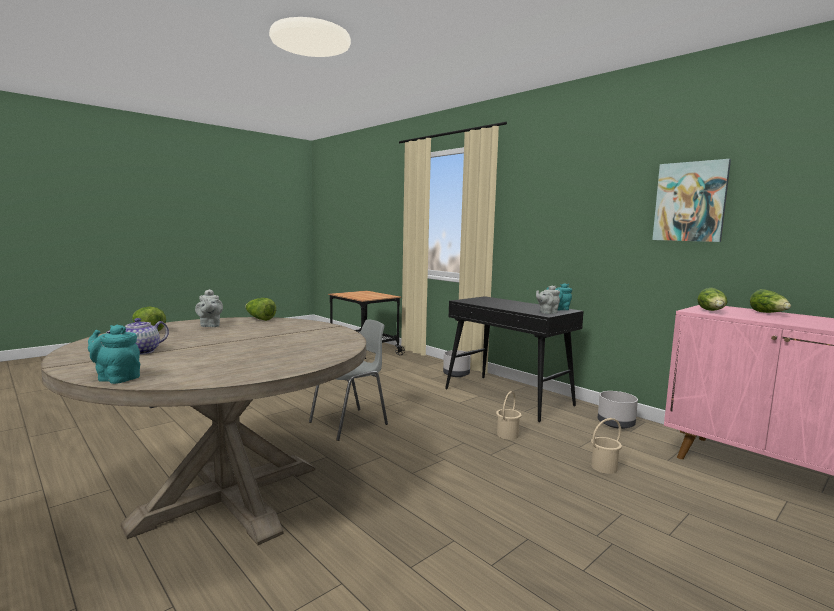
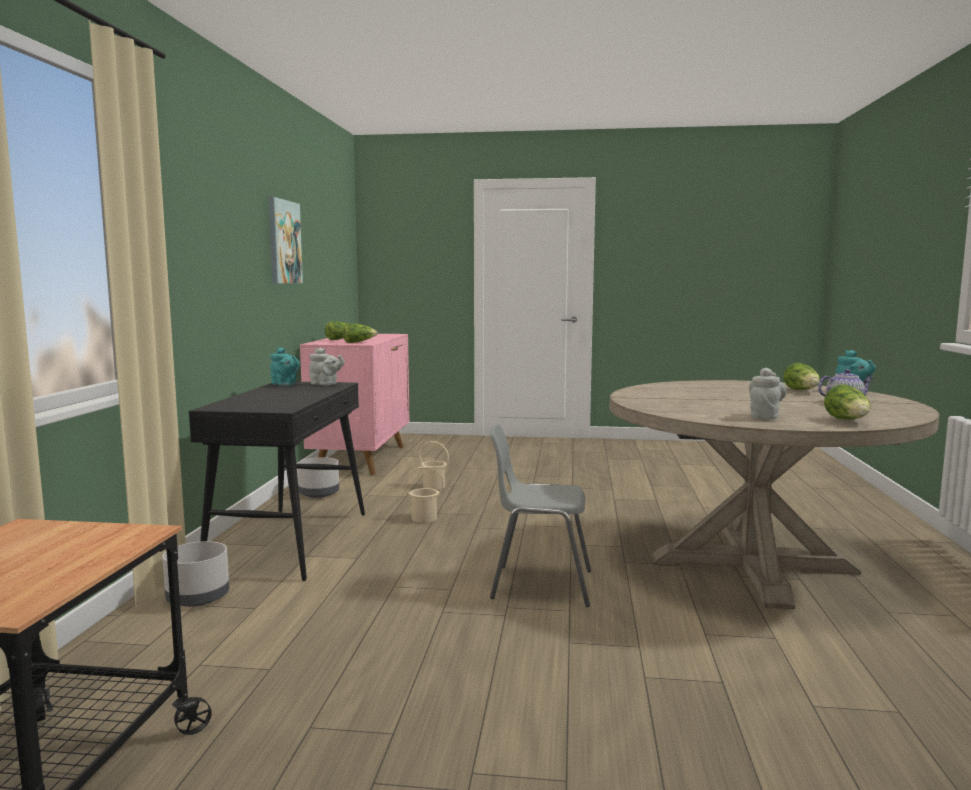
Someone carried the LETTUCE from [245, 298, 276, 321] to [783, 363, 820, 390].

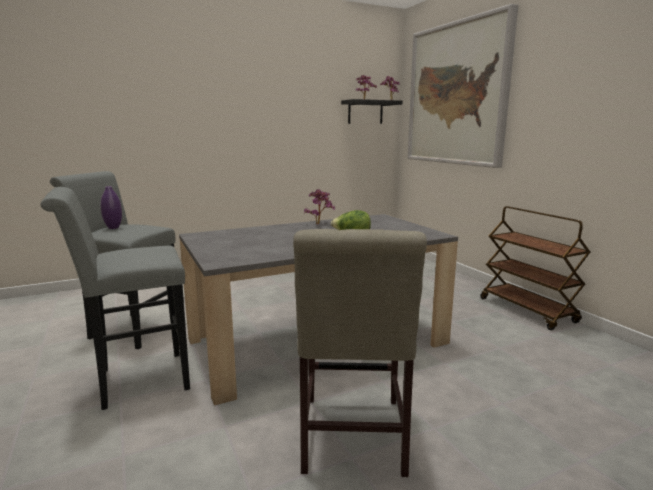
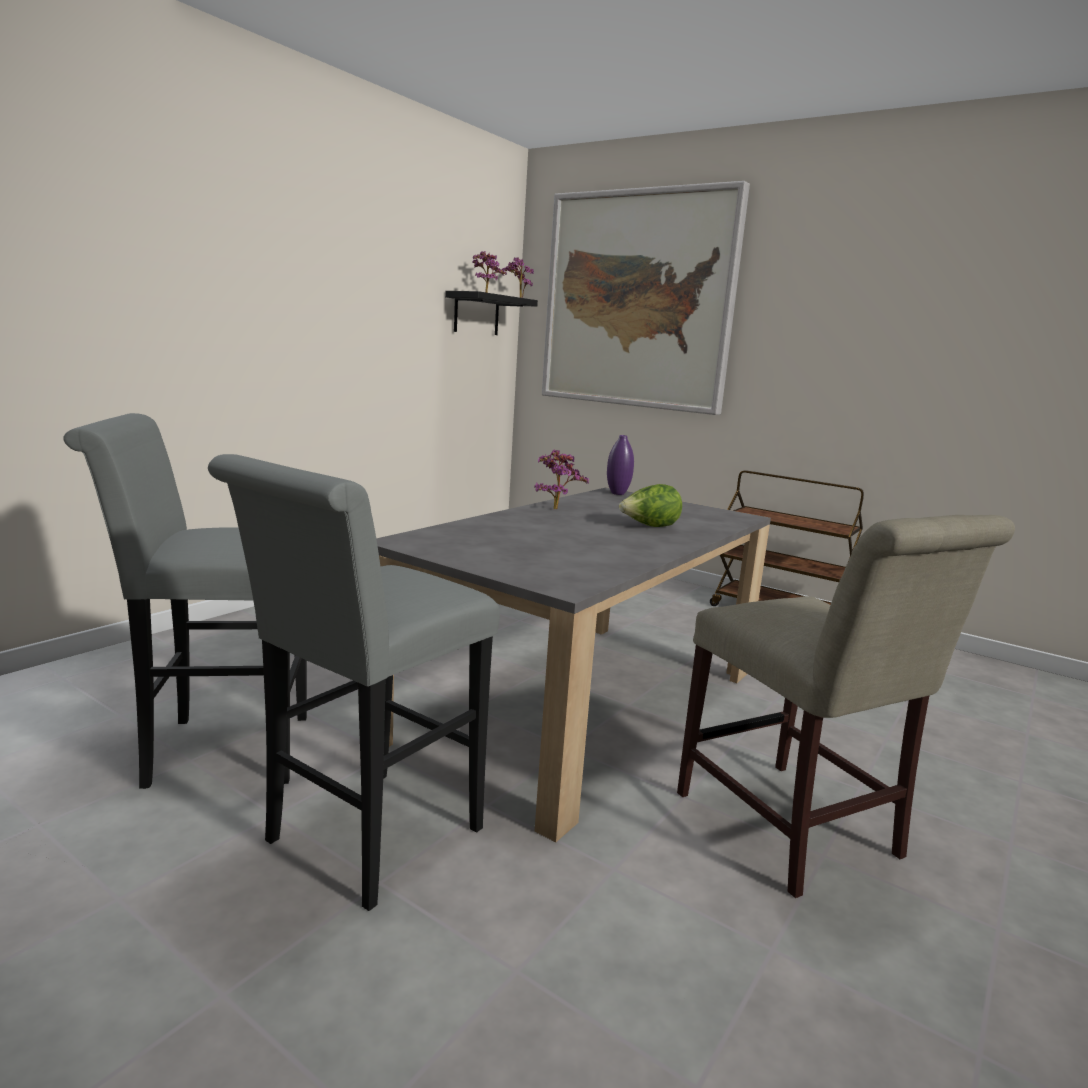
Someone carried the PURPLE VASE from [100, 186, 122, 229] to [607, 435, 634, 495].

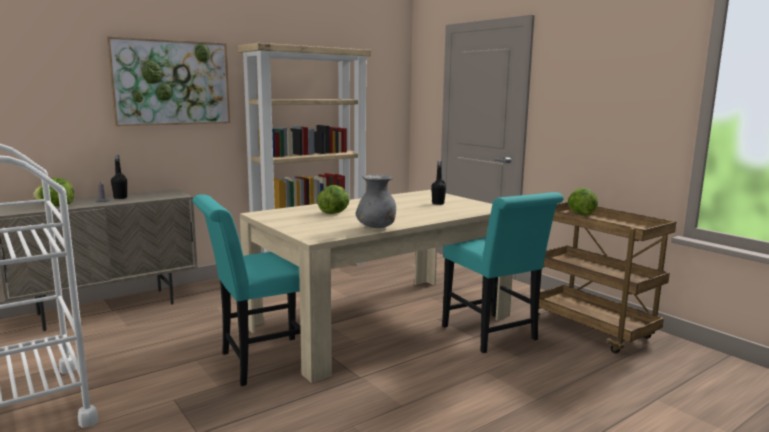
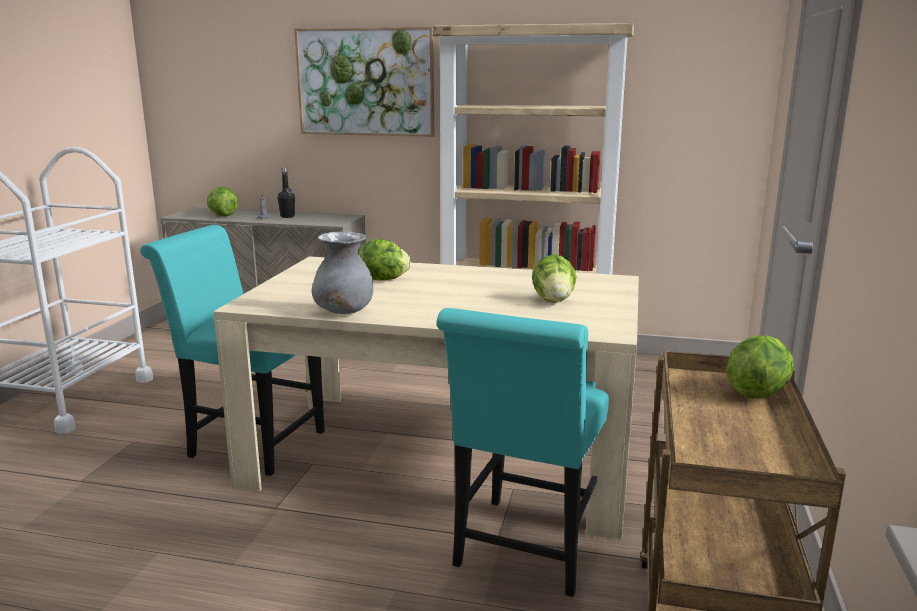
Someone swapped the BLACK BOTTLE at [431, 161, 446, 205] for the LETTUCE at [532, 254, 577, 303].

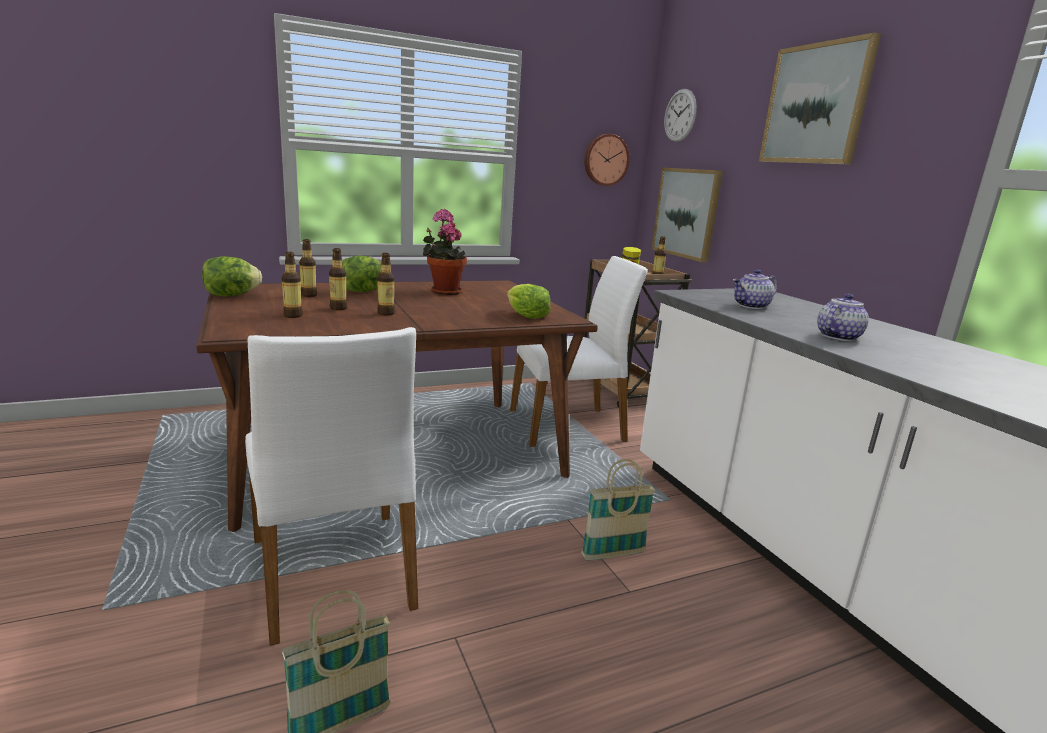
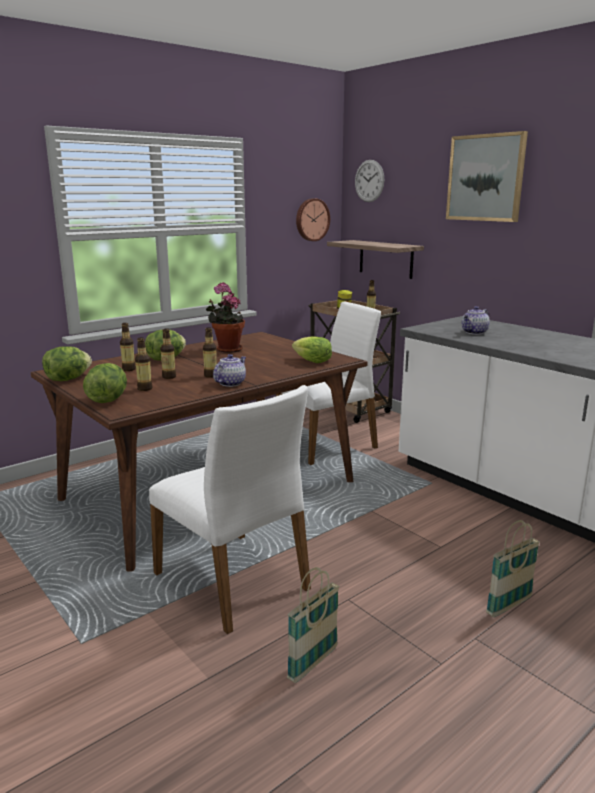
Someone carried the BASKET from [581, 459, 655, 560] to [486, 520, 540, 617].
Someone swapped the PICTURE at [651, 168, 723, 262] for the SHELF at [327, 240, 424, 279].
Someone carried the TEAPOT from [817, 294, 869, 341] to [213, 354, 246, 387].
Someone put down the LETTUCE at [83, 363, 127, 403].

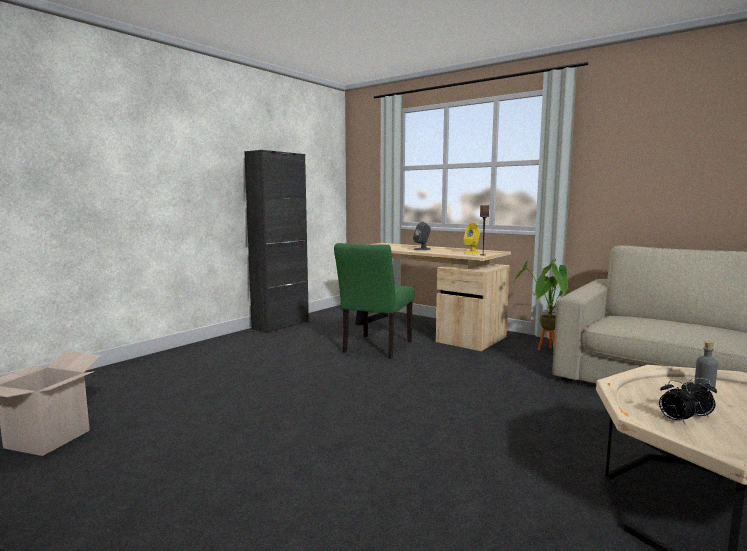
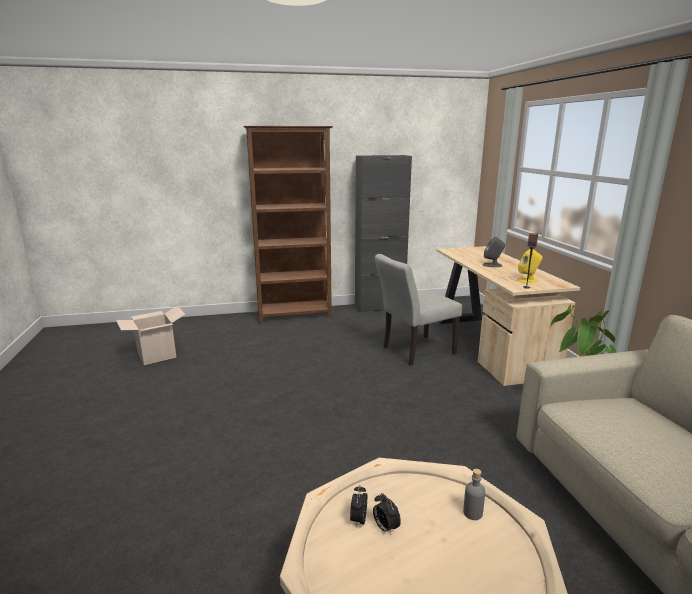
Someone repainted the GREEN CHAIR at [334, 243, 414, 358], which became the GREY CHAIR at [375, 254, 462, 366].
Someone put down the BROWN BOOKCASE at [243, 126, 333, 324].

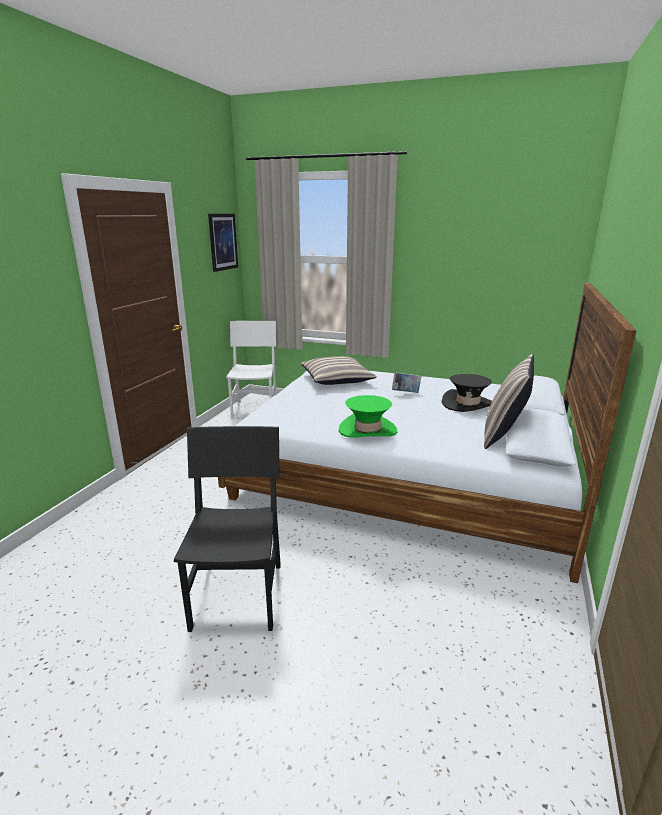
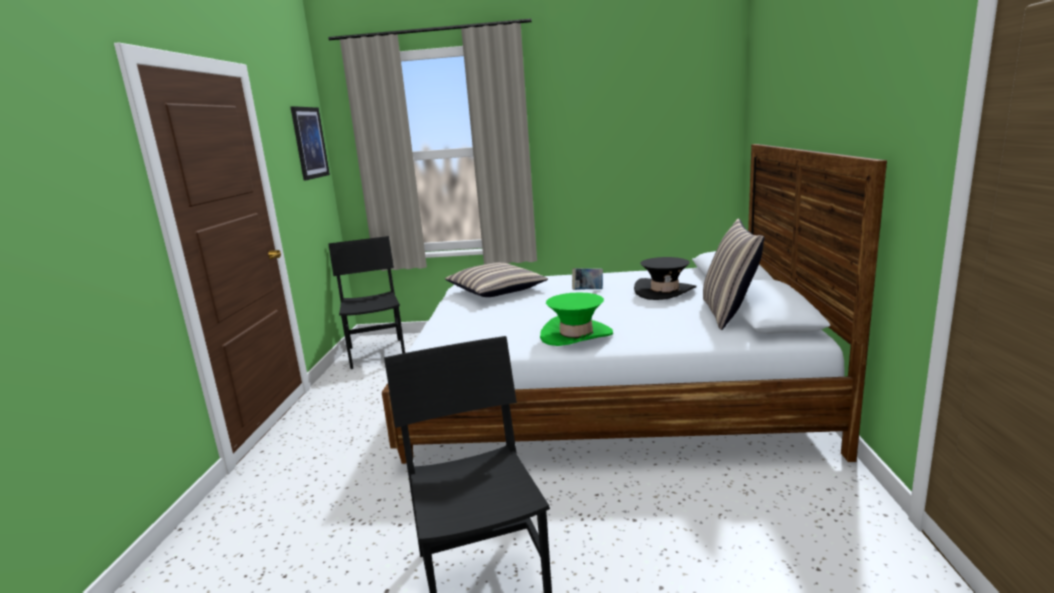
Someone repainted the WHITE CHAIR at [226, 321, 277, 419], which became the BLACK CHAIR at [328, 236, 405, 369].

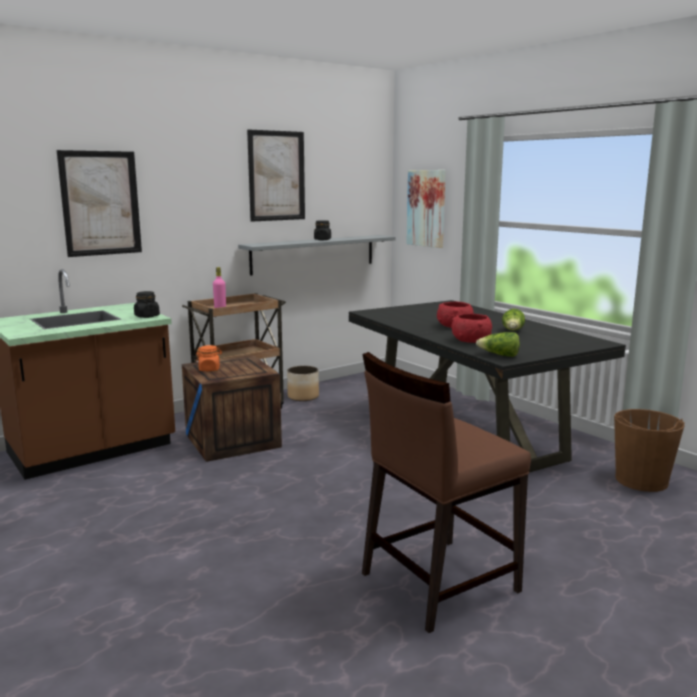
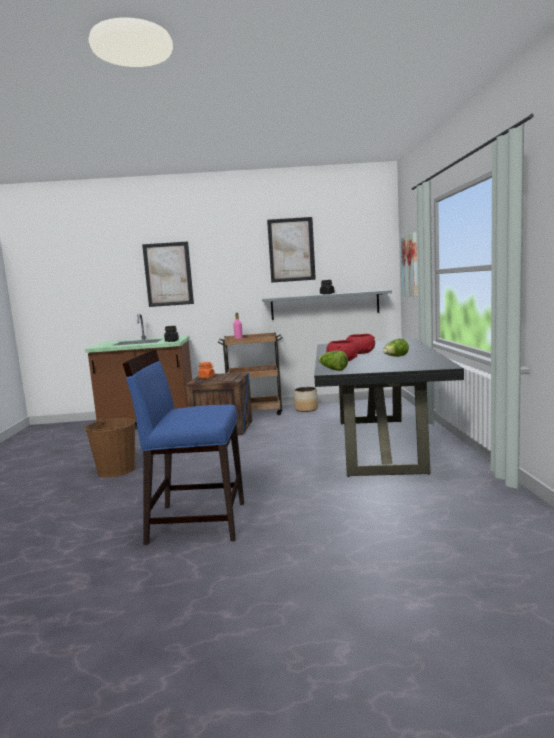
Someone repainted the BROWN CHAIR at [362, 352, 531, 633], which became the BLUE CHAIR at [123, 350, 244, 545].
Someone carried the BROWN BUCKET from [614, 409, 685, 492] to [84, 418, 135, 478].

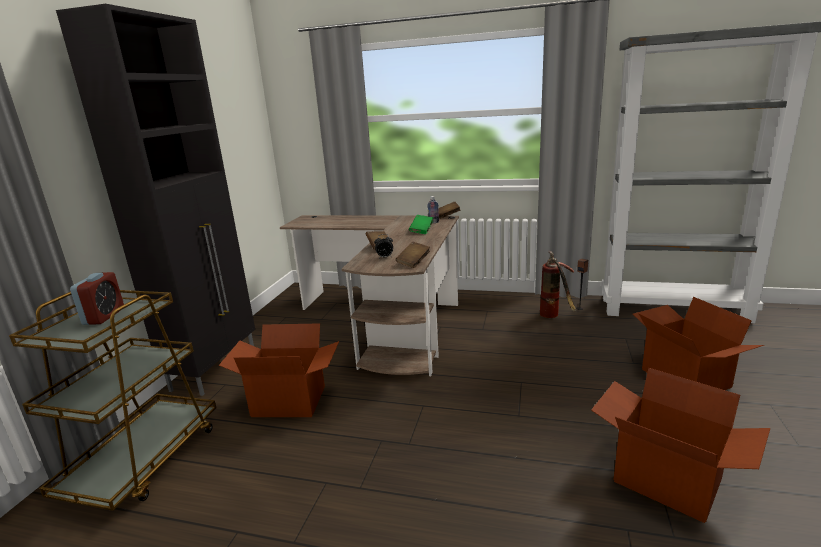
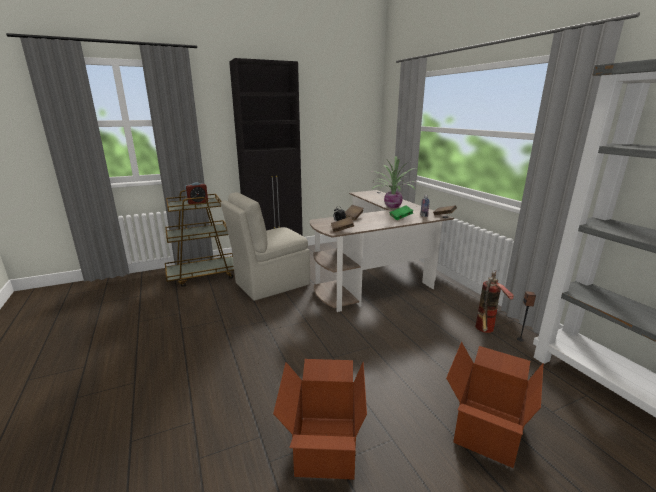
Someone swapped the CARDBOARD BOX at [219, 323, 339, 417] for the BEIGE CHAIR at [221, 192, 310, 301].
Someone put down the POTTED PLANT at [371, 156, 422, 208].

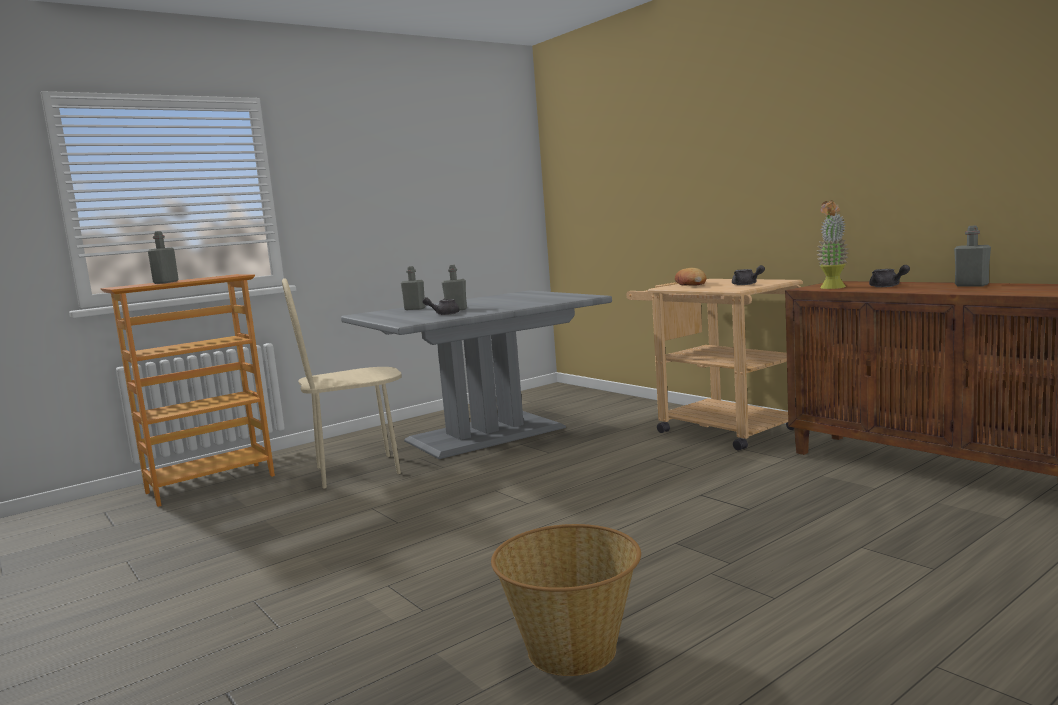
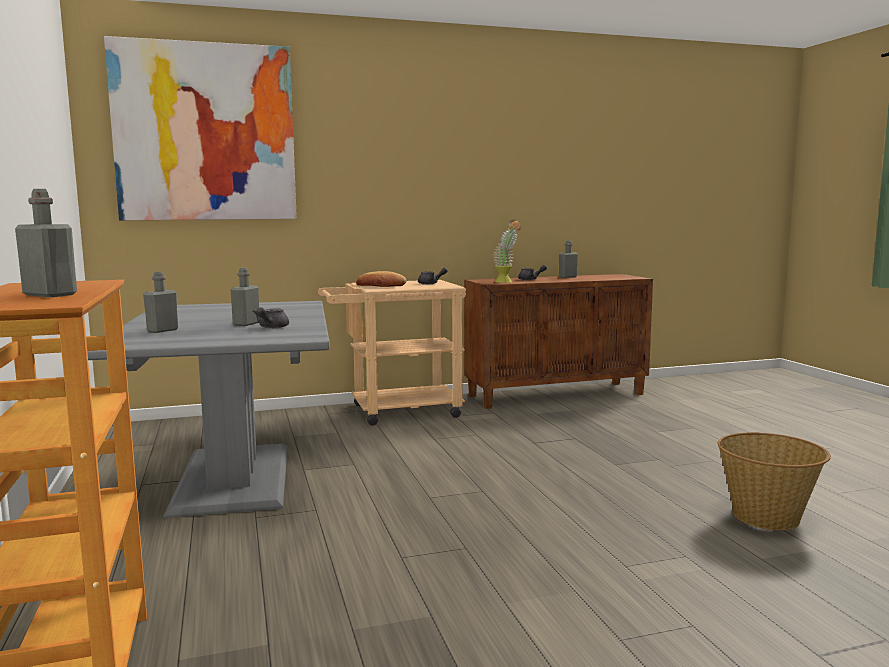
Someone took away the BEIGE CHAIR at [282, 278, 402, 488].
Someone put up the PICTURE at [104, 36, 297, 220].

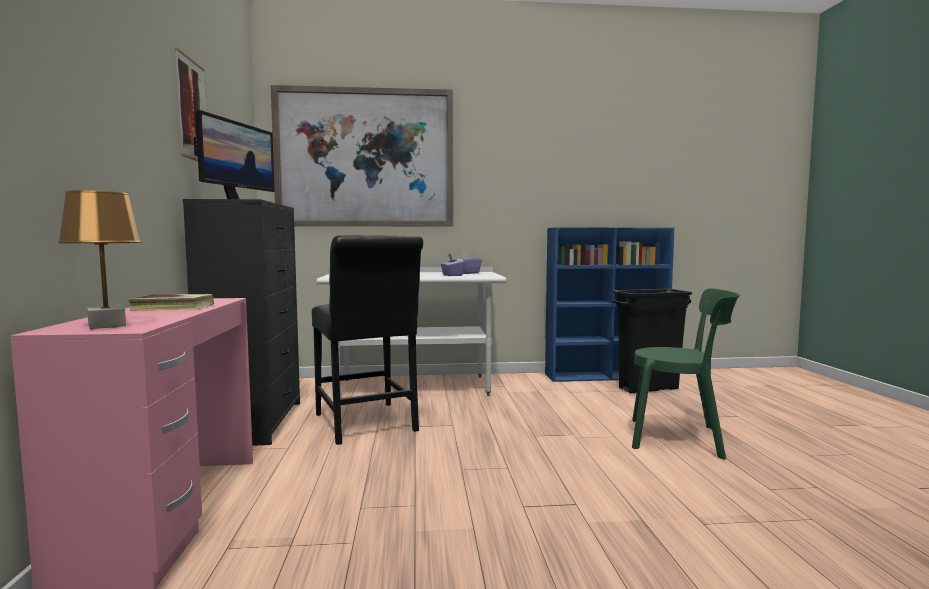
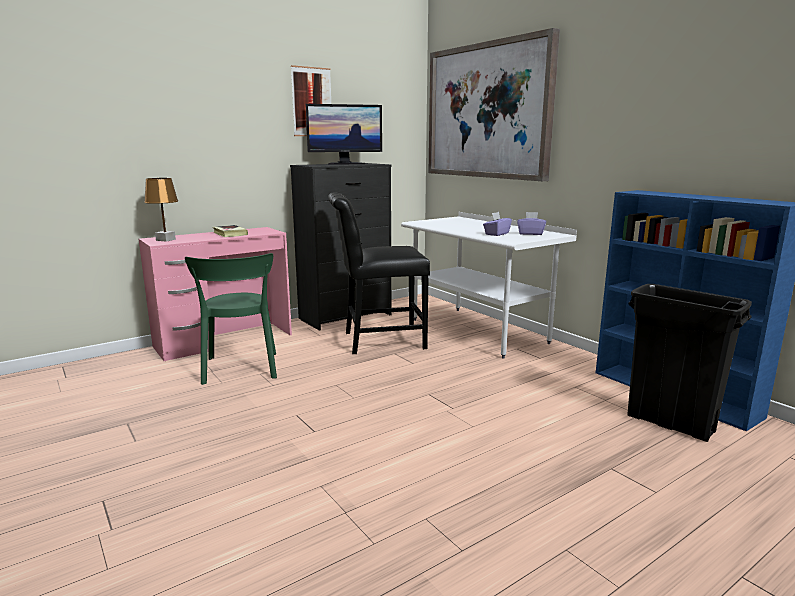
Someone rotated the BLACK CHAIR at [312, 234, 423, 445] by 45 degrees clockwise.
Someone carried the GREEN CHAIR from [632, 288, 740, 460] to [185, 253, 277, 385].

